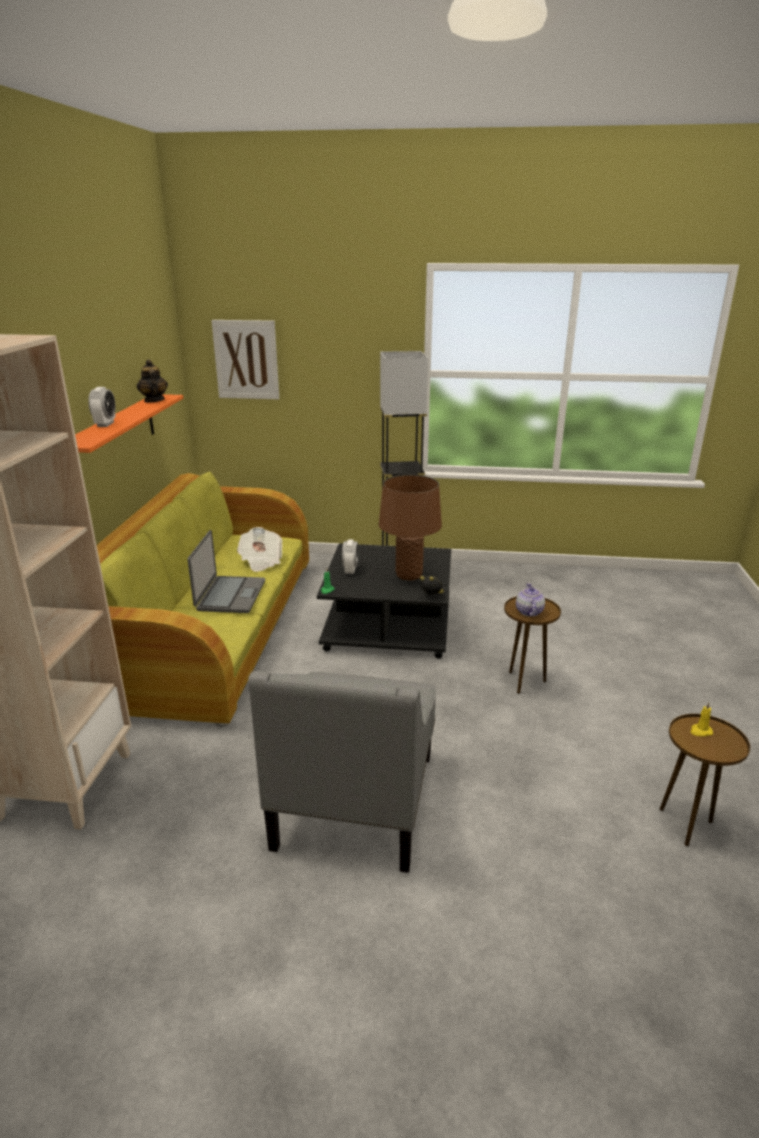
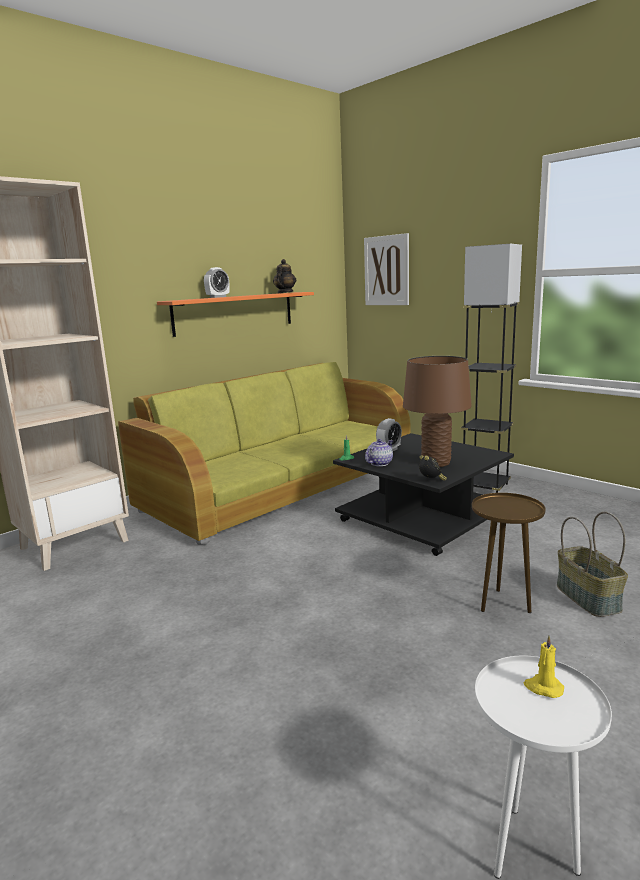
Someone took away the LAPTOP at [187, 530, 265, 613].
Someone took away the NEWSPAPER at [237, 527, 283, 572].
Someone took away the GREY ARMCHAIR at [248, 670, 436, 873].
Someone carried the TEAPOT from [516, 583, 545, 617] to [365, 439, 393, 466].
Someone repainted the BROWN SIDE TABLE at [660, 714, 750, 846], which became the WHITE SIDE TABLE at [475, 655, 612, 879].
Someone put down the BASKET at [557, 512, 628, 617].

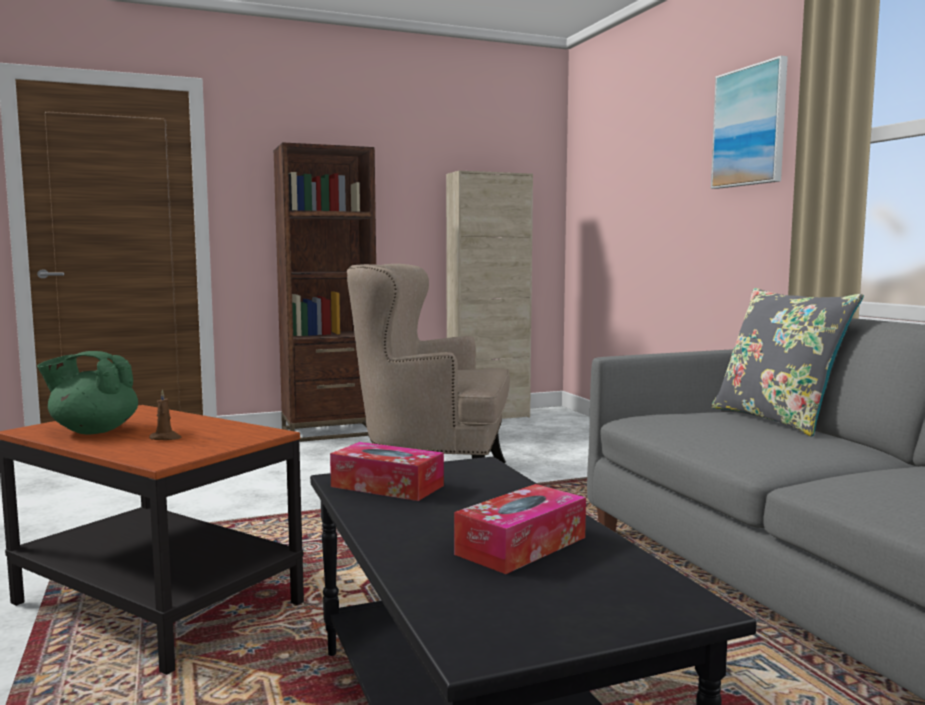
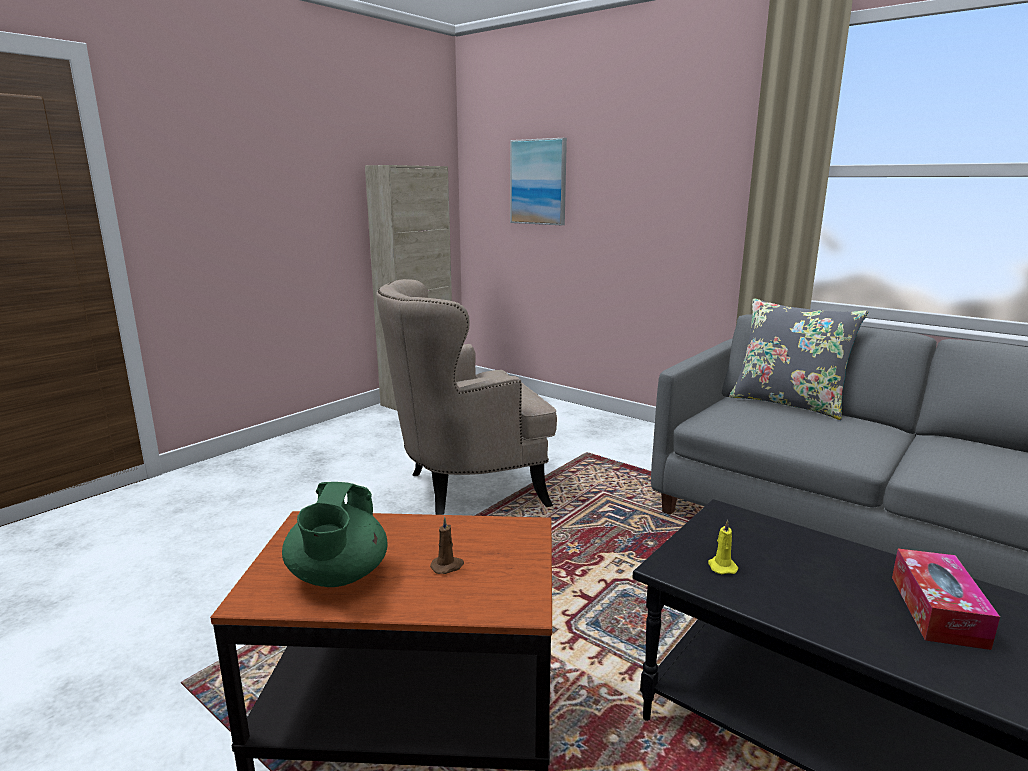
Someone rotated the GREEN TEAPOT at [37, 351, 138, 435] by 60 degrees counterclockwise.
Someone took away the BROWN BOOKCASE at [274, 142, 376, 442].
Someone swapped the TISSUE BOX at [330, 442, 444, 501] for the YELLOW CANDLE at [708, 519, 738, 574].
Someone carried the PICTURE from [711, 56, 788, 189] to [510, 138, 567, 225].

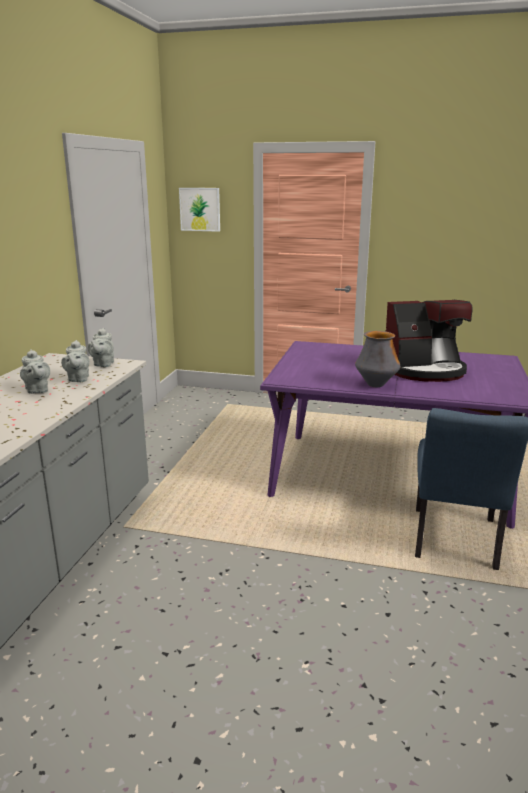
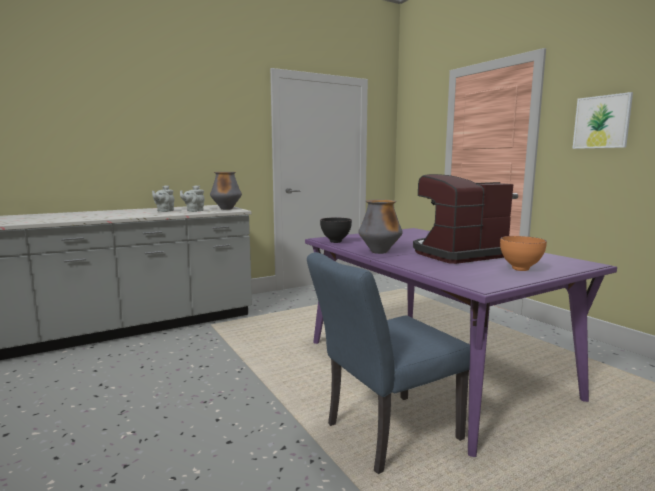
Someone swapped the GREY TEAPOT at [88, 328, 114, 367] for the VASE at [210, 172, 242, 210].
Someone carried the PICTURE from [179, 188, 220, 232] to [572, 92, 633, 149].
Someone rotated the COFFEE MACHINE at [386, 300, 472, 382] by 120 degrees clockwise.
Someone put down the BLACK BOWL at [320, 218, 352, 243].
Someone put down the ORANGE BOWL at [500, 236, 547, 271].

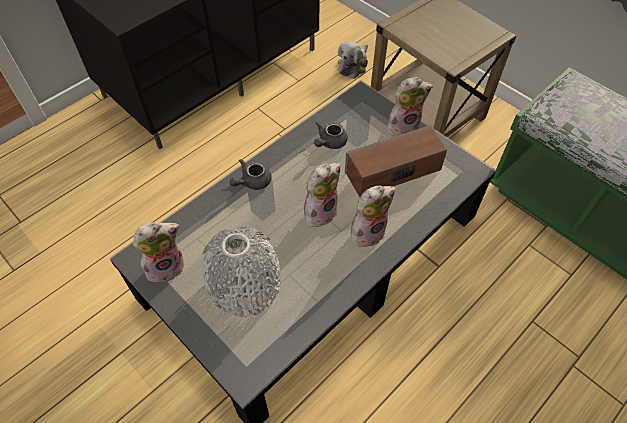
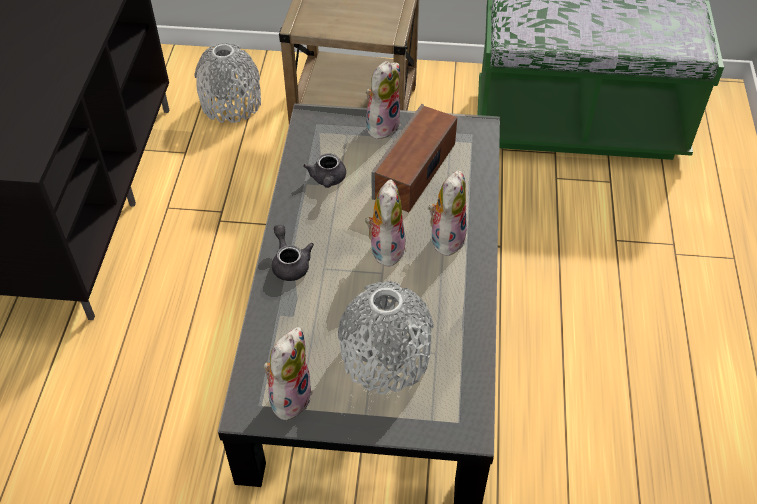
Someone rotated the GREY TEAPOT at [230, 159, 271, 190] by 150 degrees clockwise.
Someone swapped the PLUSH TOY at [338, 41, 368, 79] for the GREY VASE at [194, 43, 261, 123].

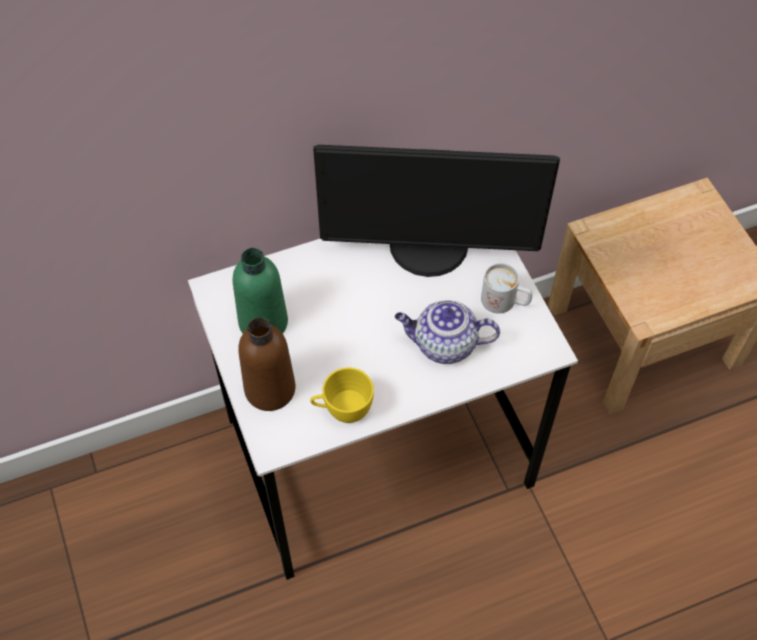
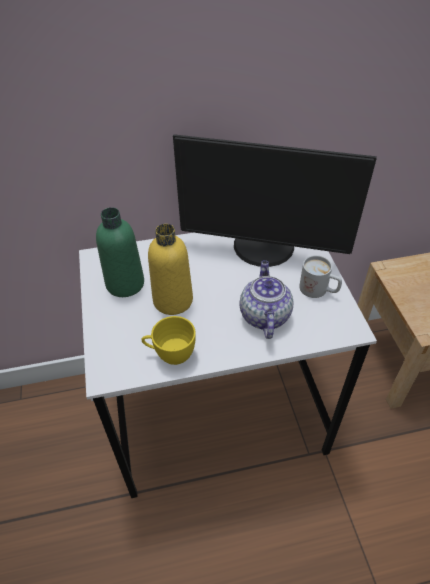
Someone took away the BROWN BOTTLE at [238, 317, 296, 411].
Someone rotated the TEAPOT at [395, 300, 500, 364] by 75 degrees clockwise.
Someone put down the YELLOW BOTTLE at [148, 224, 193, 315].

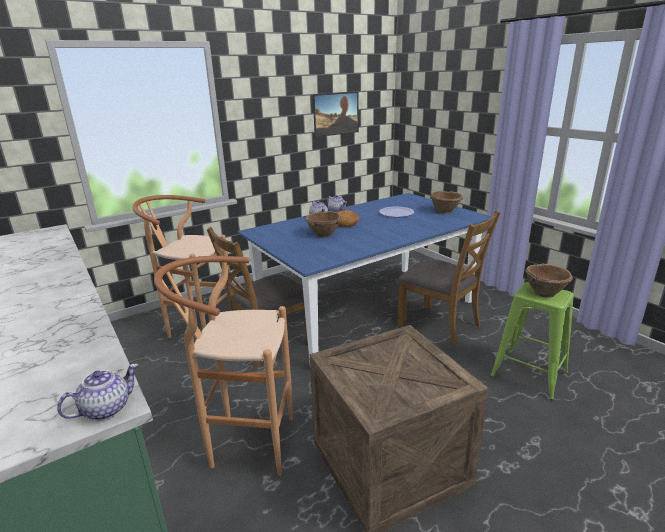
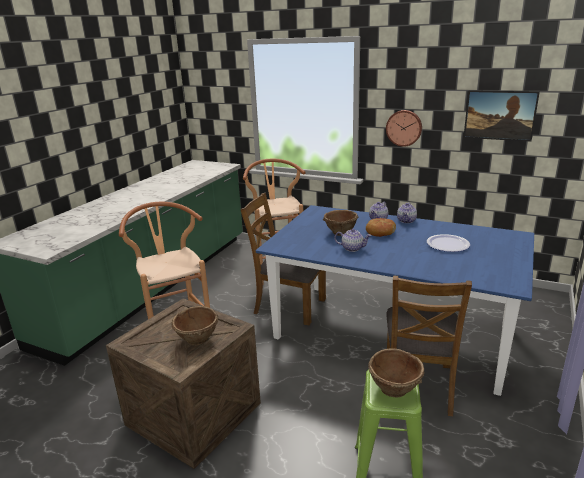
Someone carried the TEAPOT from [57, 364, 138, 420] to [334, 229, 371, 252].
Someone carried the BROWN BOWL from [430, 191, 463, 213] to [171, 306, 218, 345].
Someone put up the WALL CLOCK at [386, 110, 422, 147].

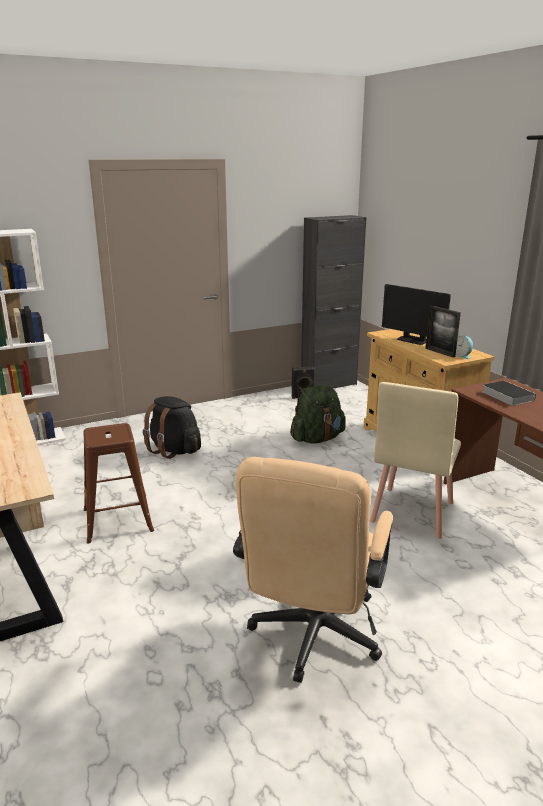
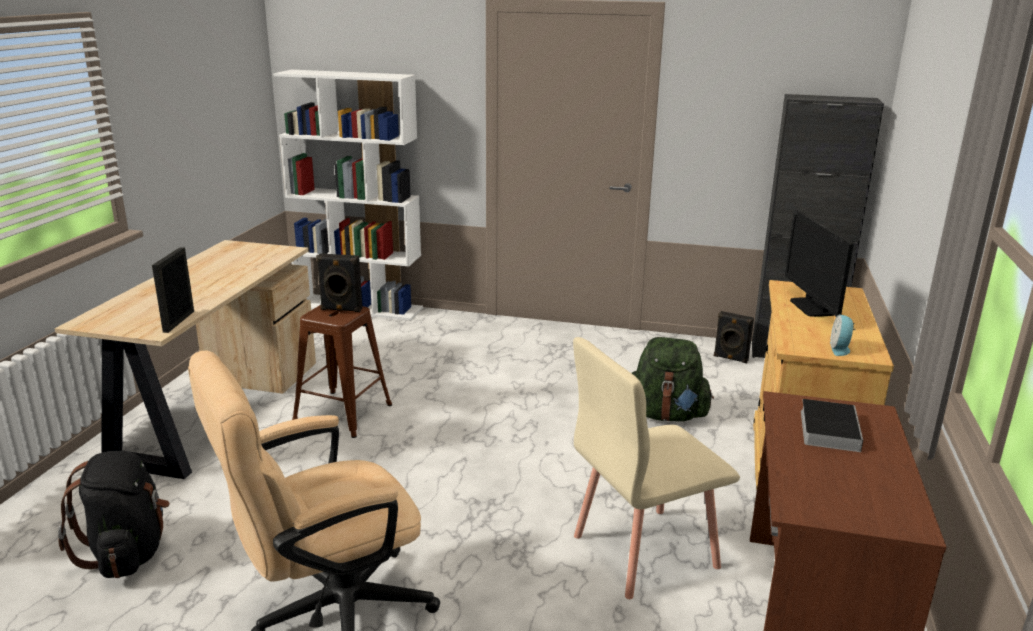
Someone carried the BLACK BACKPACK from [143, 396, 201, 459] to [58, 451, 170, 578].
Someone carried the PICTURE FRAME from [425, 305, 461, 357] to [152, 247, 194, 333].
Someone put down the BLACK SPEAKER at [316, 253, 362, 312].

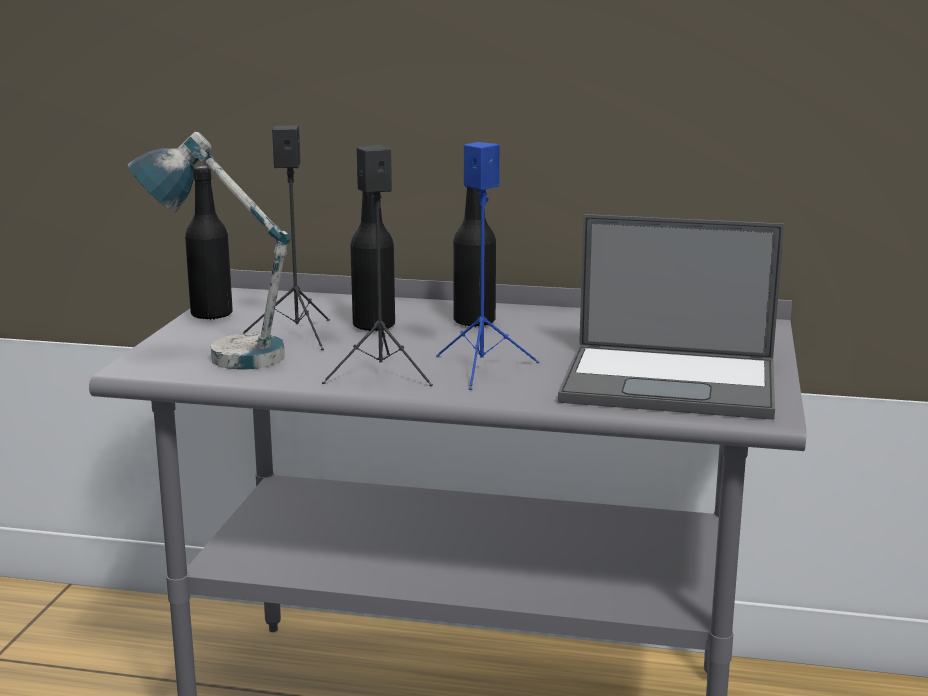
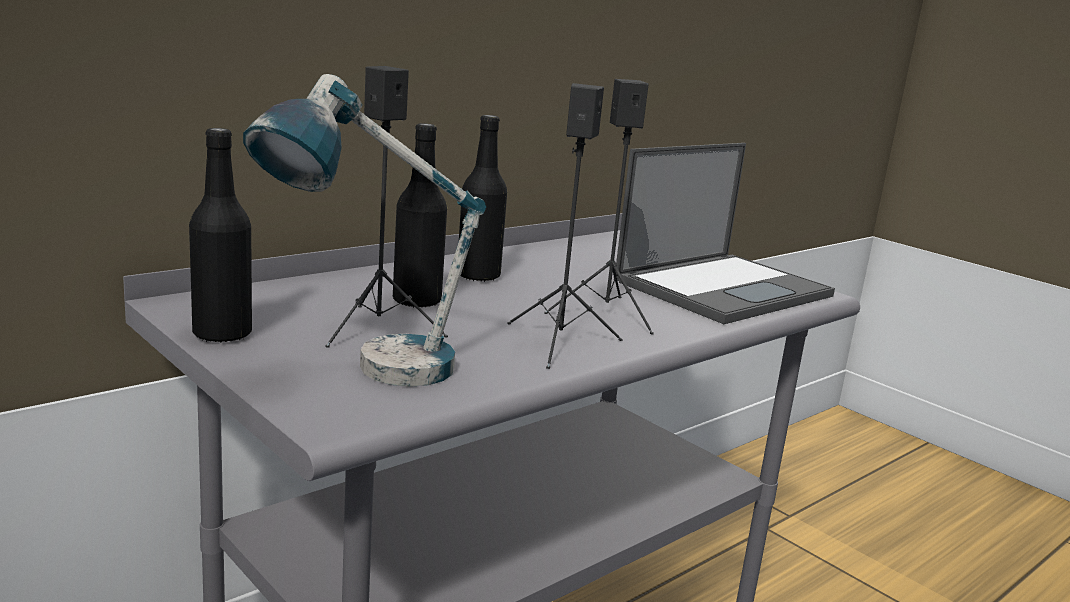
Someone repainted the BLUE SPEAKER at [436, 142, 539, 390], which became the BLACK SPEAKER at [544, 79, 654, 335].

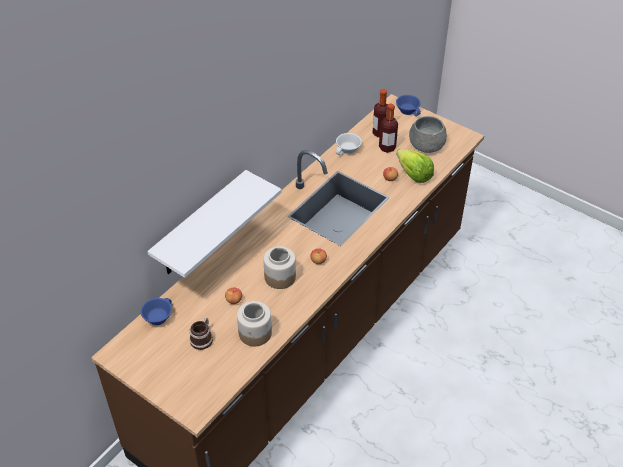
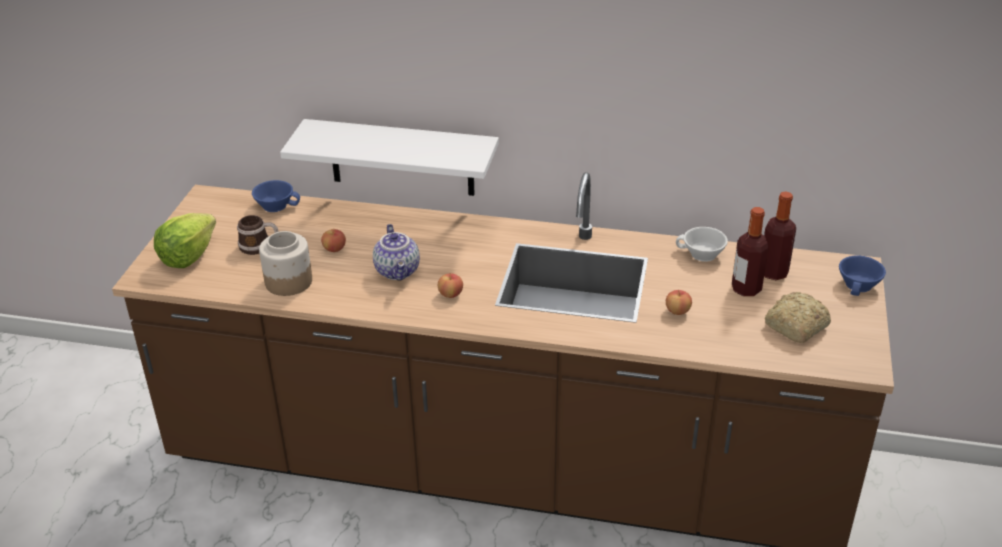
Someone swapped the JAR at [263, 246, 296, 289] for the TEAPOT at [373, 224, 420, 281].
Someone carried the LETTUCE from [396, 149, 434, 183] to [154, 213, 216, 268].
Someone swapped the GREY BOWL at [409, 116, 447, 153] for the BREAD at [765, 292, 831, 343].

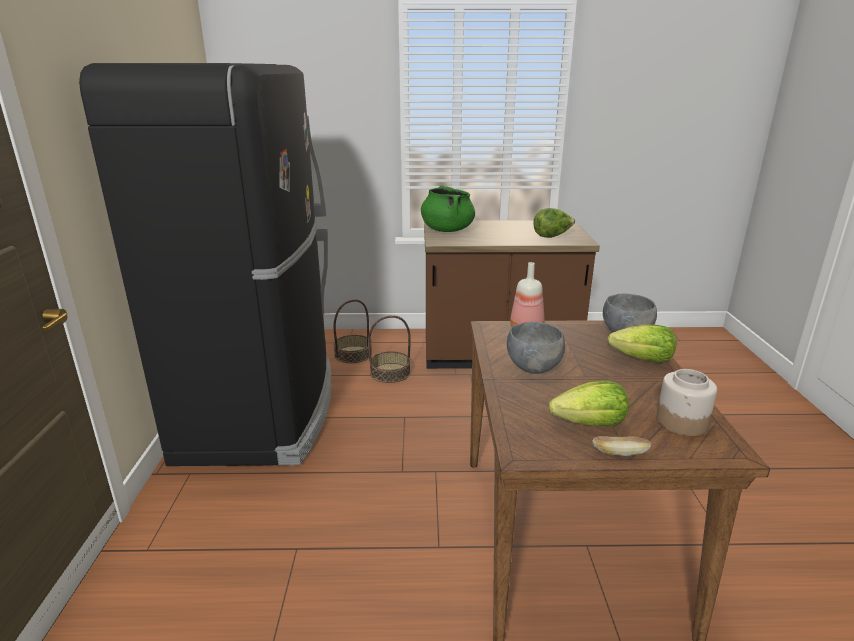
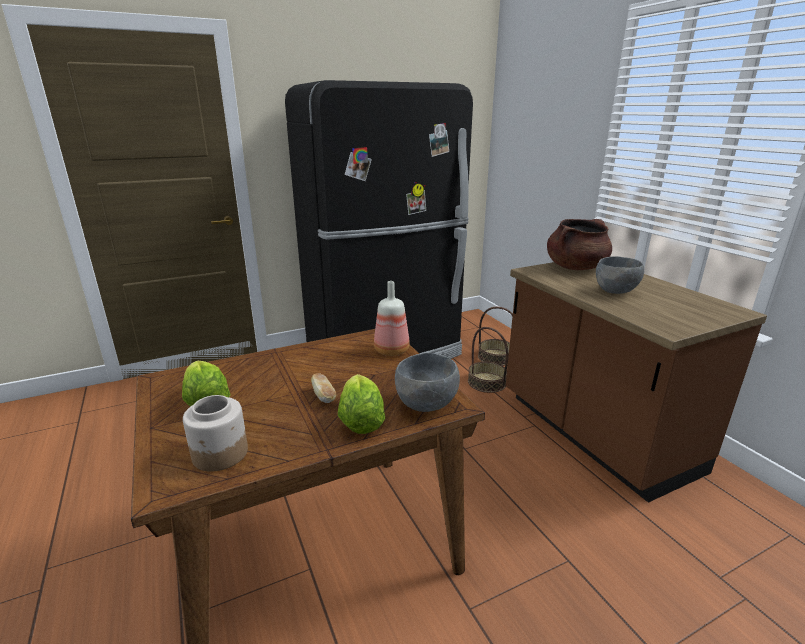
Someone repainted the GREEN COOKING POT at [421, 185, 475, 232], which became the BROWN COOKING POT at [547, 219, 612, 270].
Someone carried the GREY BOWL from [507, 322, 565, 374] to [596, 256, 644, 294].
Someone took away the LETTUCE at [534, 208, 575, 238].
Someone carried the BREAD from [592, 436, 651, 456] to [311, 373, 336, 403].

